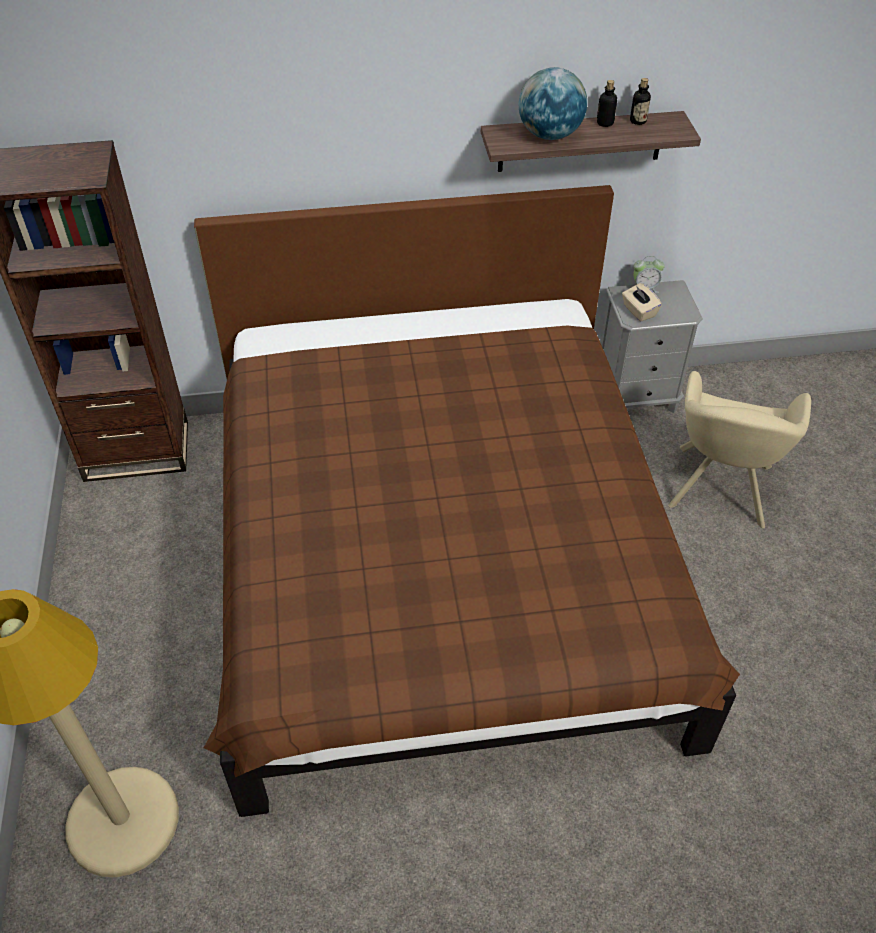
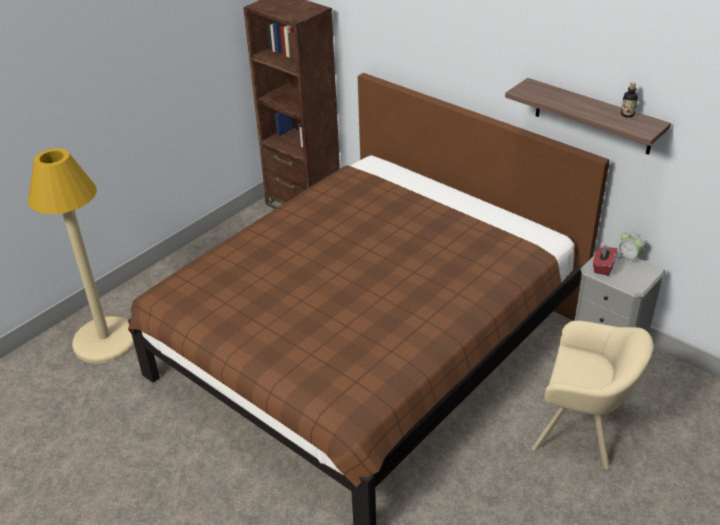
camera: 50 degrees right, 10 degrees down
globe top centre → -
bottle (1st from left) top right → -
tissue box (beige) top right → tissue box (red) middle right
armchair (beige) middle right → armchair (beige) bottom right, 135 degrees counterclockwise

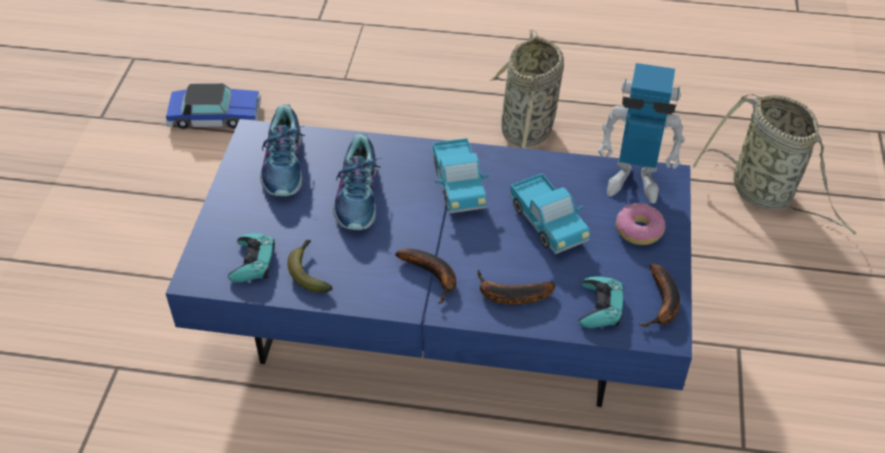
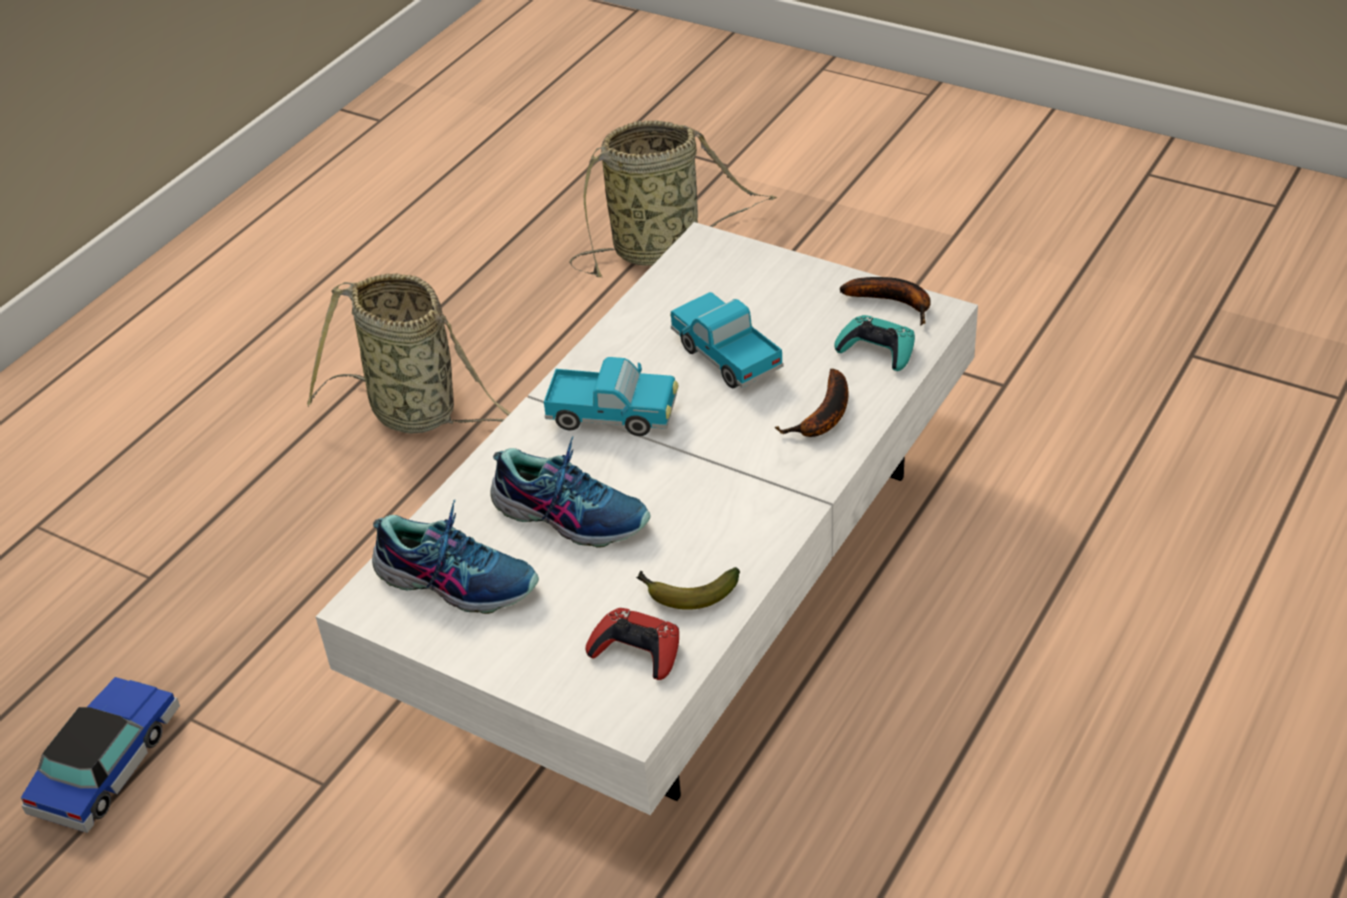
camera: 65 degrees left, 5 degrees down
toy robot top right → -
coffee table (blue) centre → coffee table (white) centre
toy truck (2nd from left) centre, 120 degrees counterclockwise
donut middle right → -
game controller (turquoise) (1st from left) middle left → game controller (red) bottom centre
banana (2nd from left) centre → -

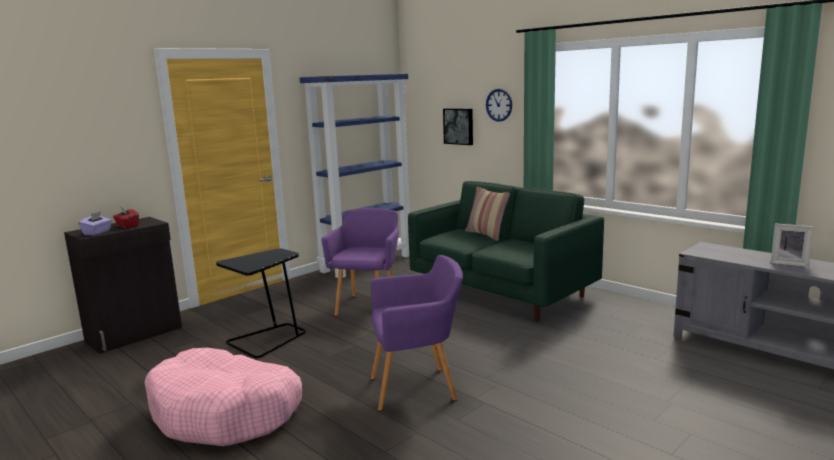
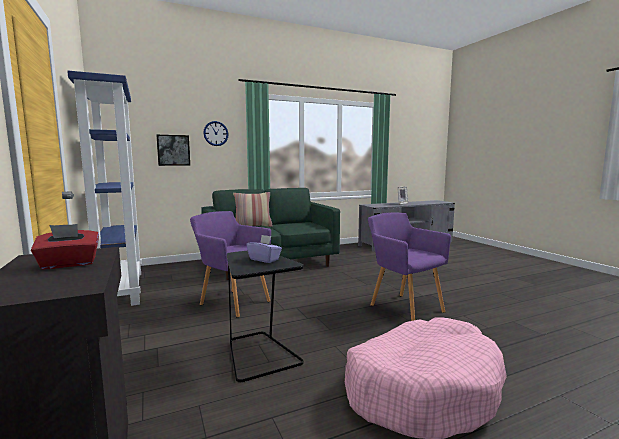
camera: 70 degrees left, 5 degrees down
tissue box (purple) middle left → tissue box (purple) centre, moved
armchair (purple) (2nd from left) bottom centre → armchair (purple) (2nd from left) centre, 45 degrees counterclockwise

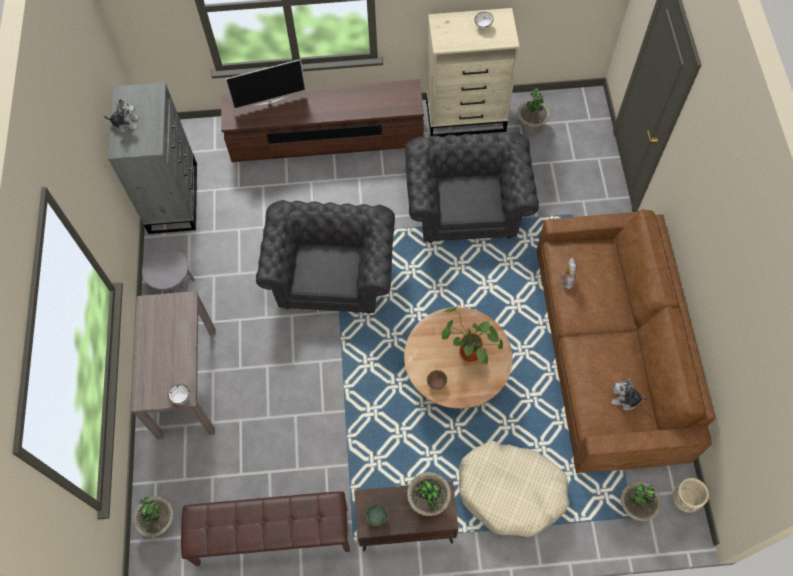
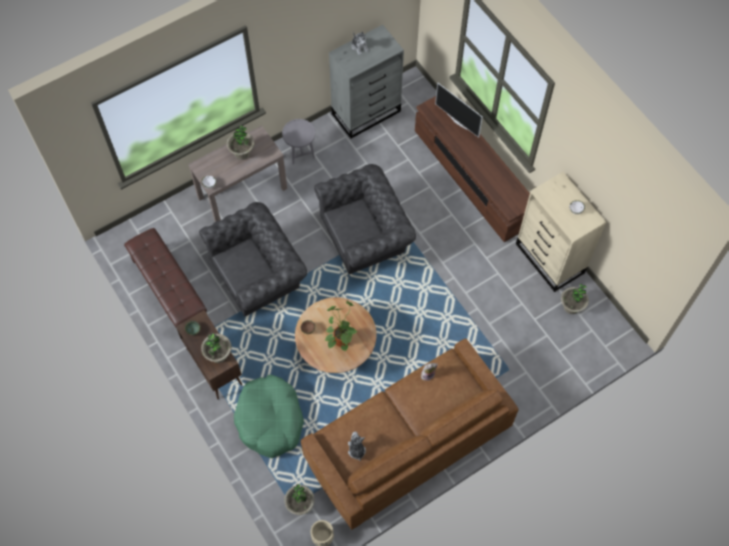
camera: 60 degrees right, 0 degrees up
armchair (grey) (2nd from left in the first image) top centre → armchair (grey) (1st from left) centre, moved
dog bed (beige) bottom centre → dog bed (green) bottom centre
potted plant (1st from left in the first image) bottom left → potted plant (2nd from left) top left, moved

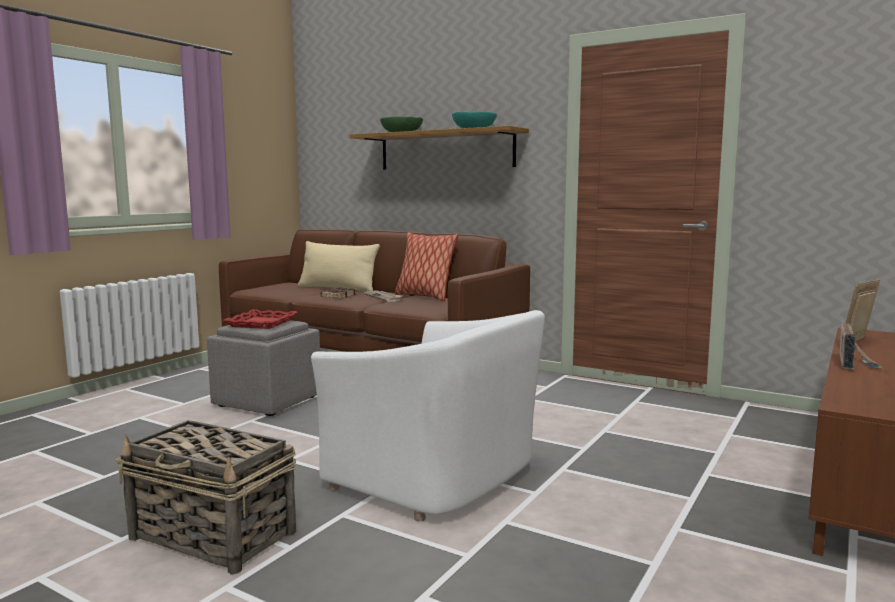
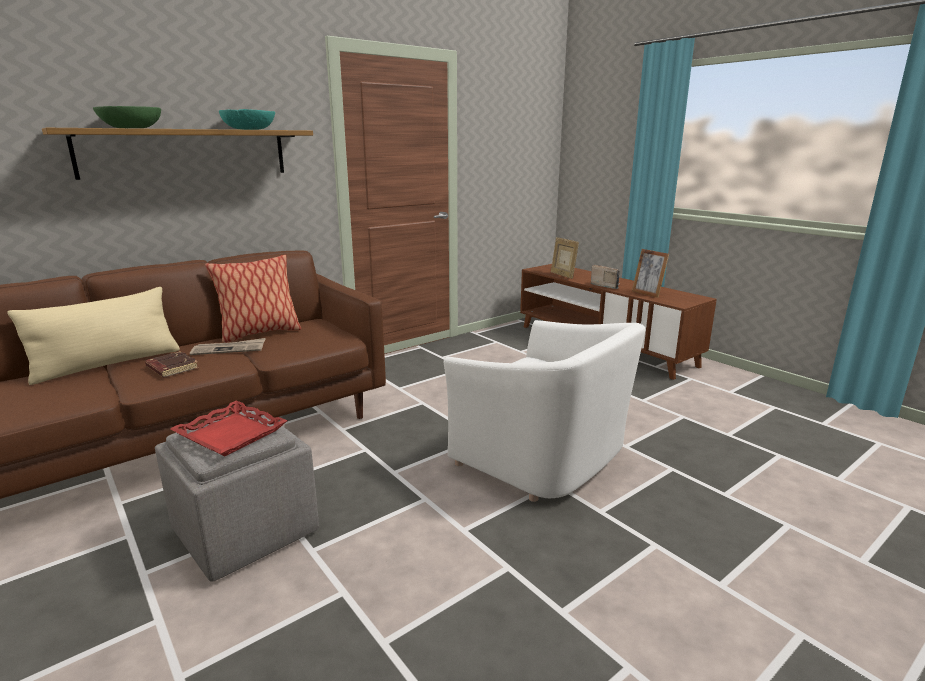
camera: 70 degrees left, 10 degrees up
armchair (white) bottom centre → armchair (white) centre, 75 degrees clockwise
basket bottom left → -
- → picture frame (2nd from left) middle right

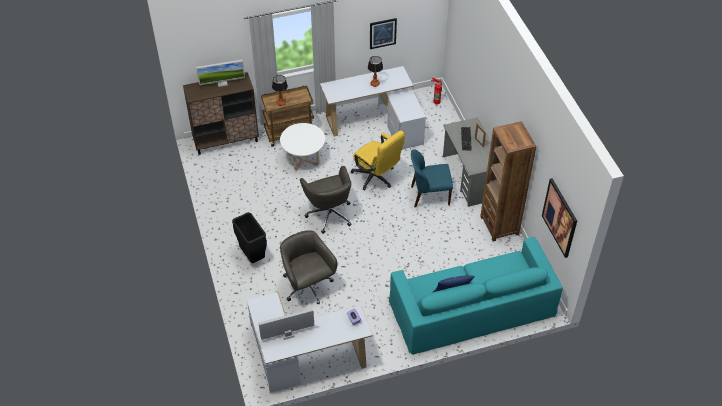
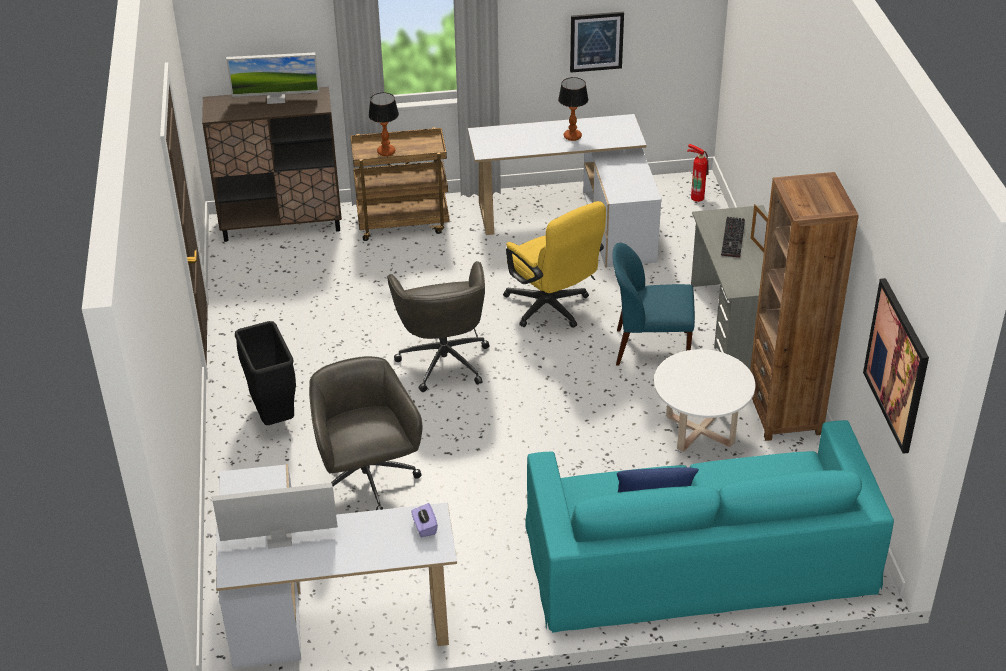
camera: 10 degrees right, 10 degrees down
coffee table (white) centre → coffee table (white) middle right, moved

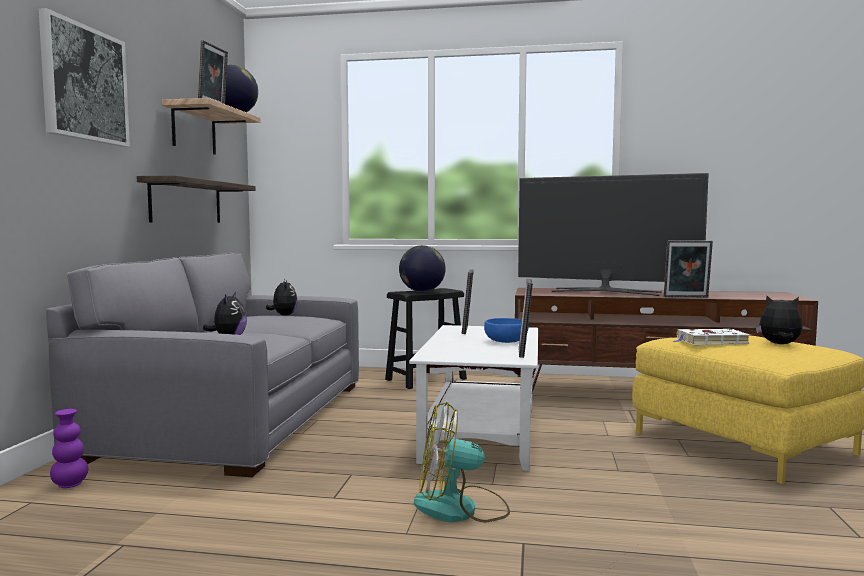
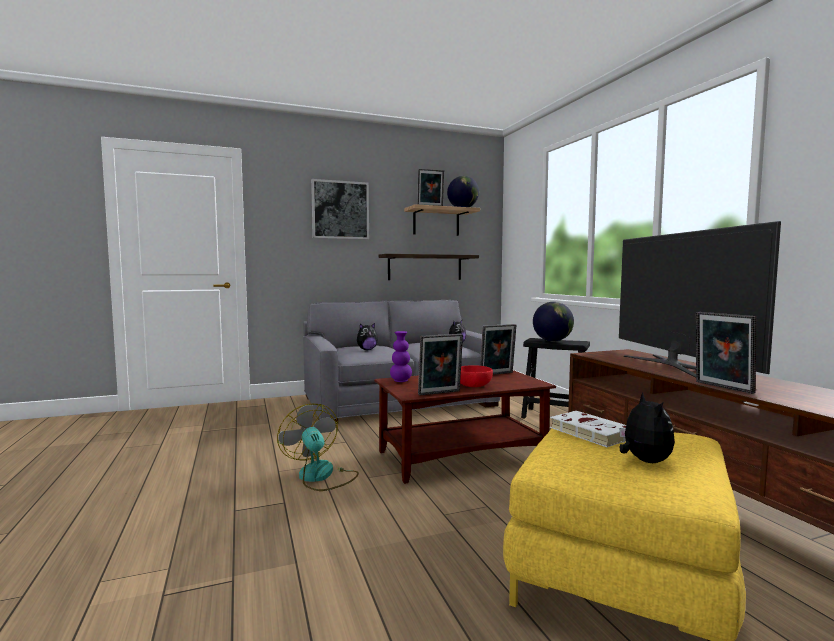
camera: 60 degrees right, 0 degrees up
bowl (blue) centre → bowl (red) centre
coffee table (white) bottom centre → coffee table (brown) centre
vase (purple) bottom left → vase (purple) centre, moved

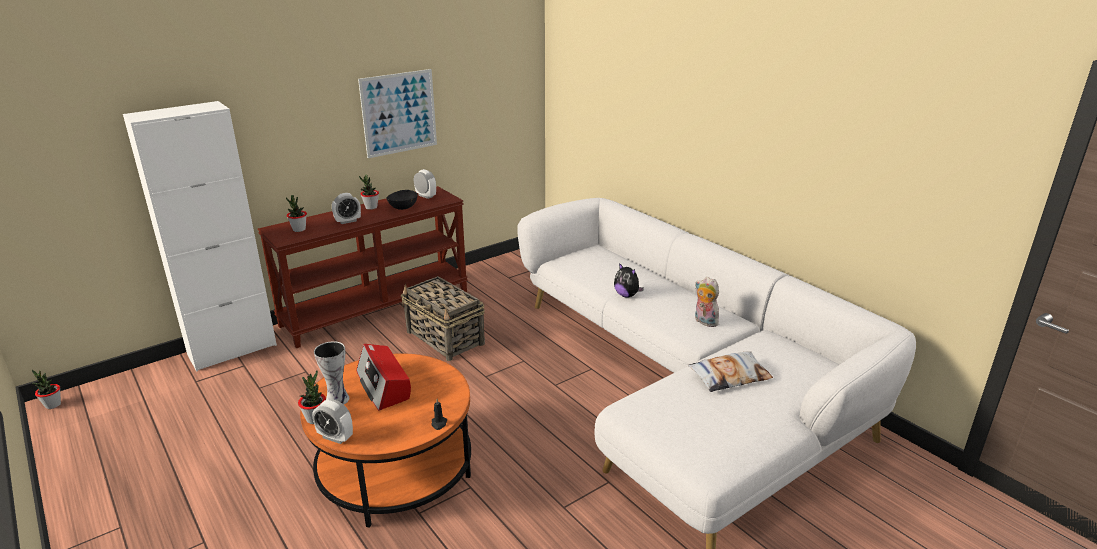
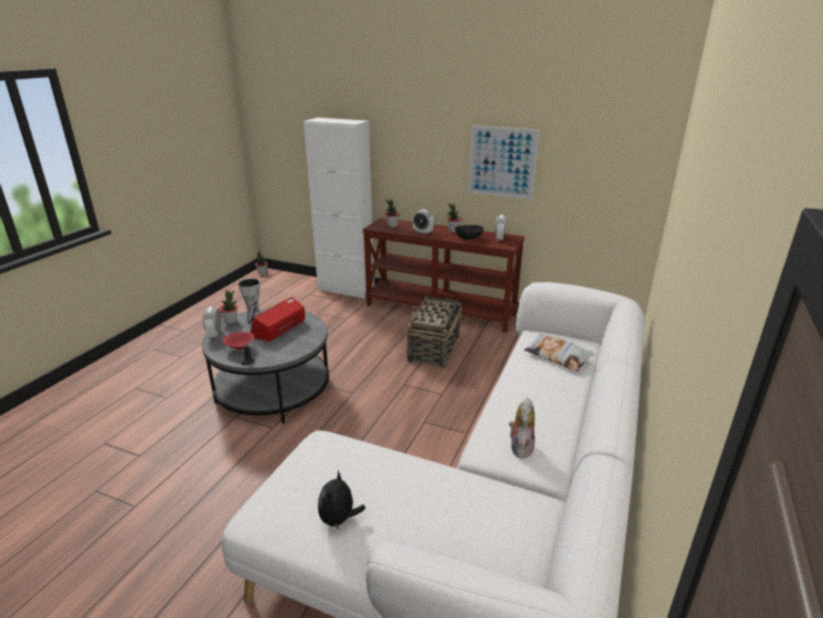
camera: 60 degrees right, 0 degrees up
plush toy (1st from left) centre → plush toy (1st from left) bottom centre, moved
pillow bottom centre → pillow middle right, moved
coffee table (orange) bottom centre → coffee table (grey) middle left
- → bowl (red) middle left

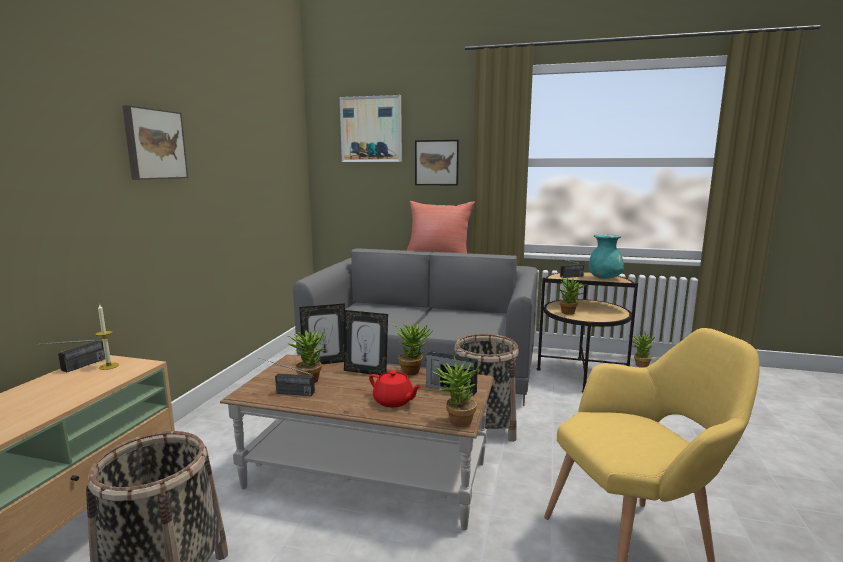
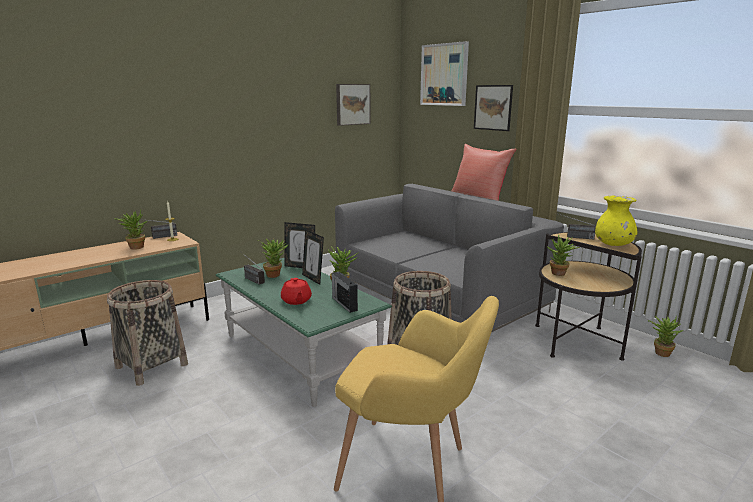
camera: 35 degrees right, 5 degrees up
picture (1st from left) top left → picture (1st from left) top centre, moved
vase (turquoise) middle right → vase (yellow) middle right
coffee table (brown) bottom centre → coffee table (green) centre
potted plant (3rd from left in the first image) bottom centre → potted plant (1st from left) middle left, moved

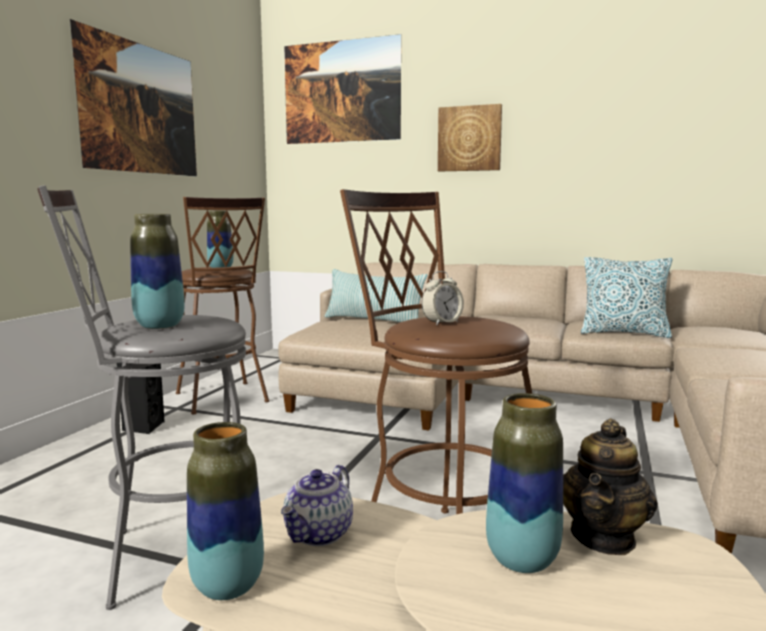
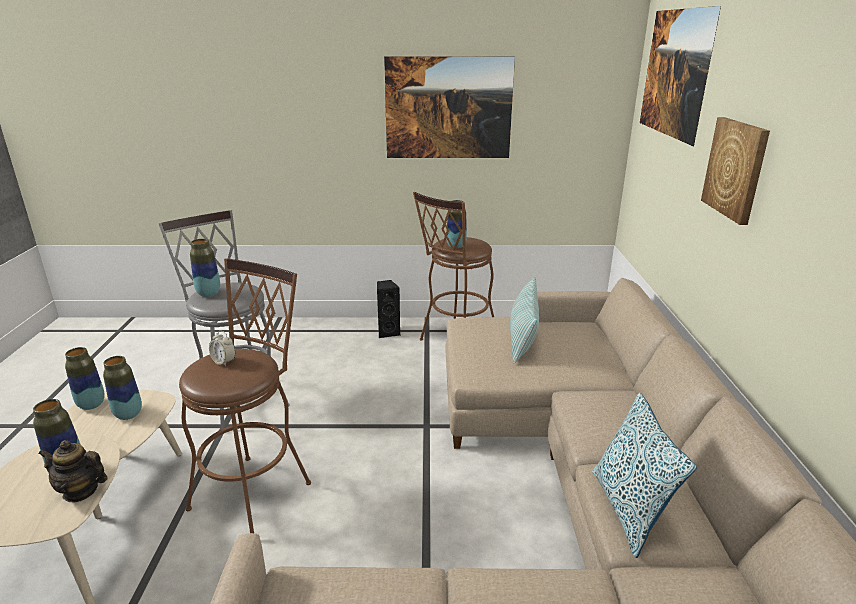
camera: 70 degrees right, 15 degrees up
teapot (1st from left) bottom centre → vase (3rd from left) middle left

